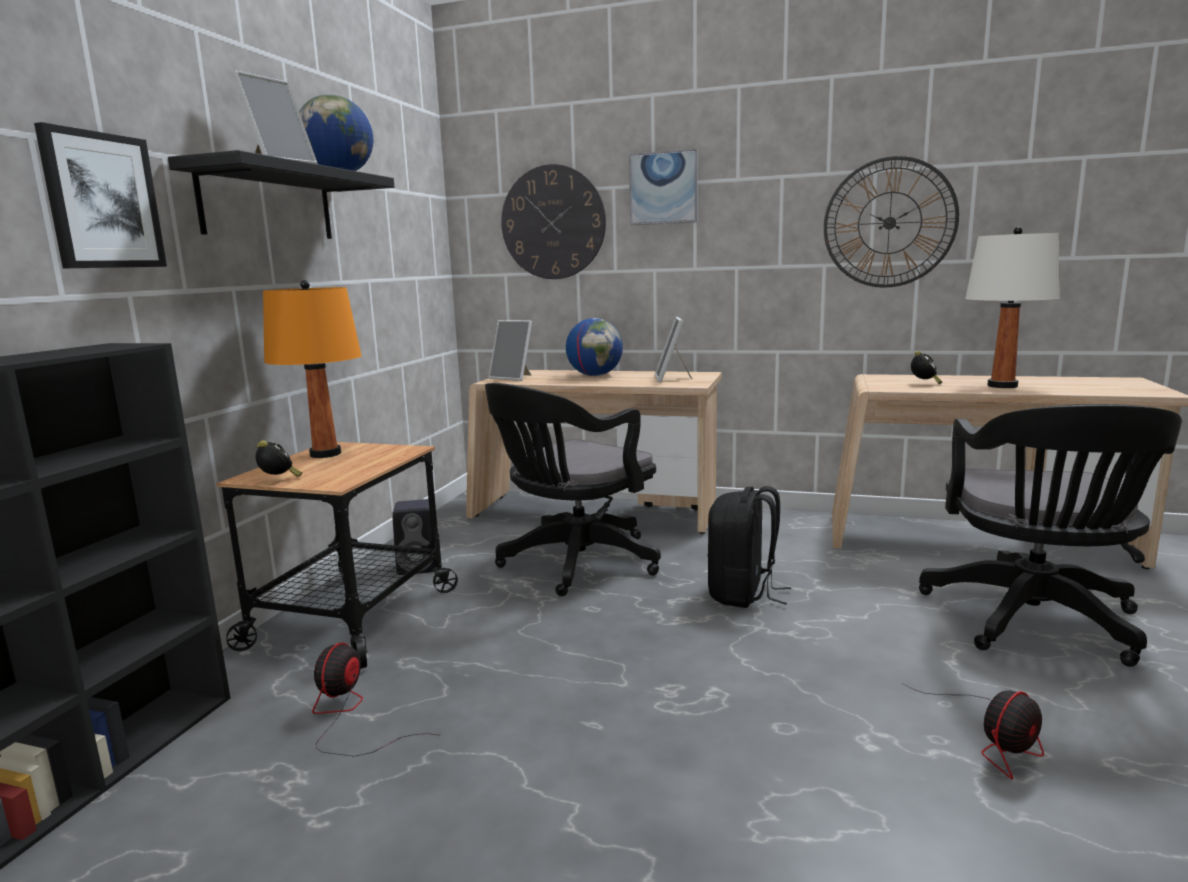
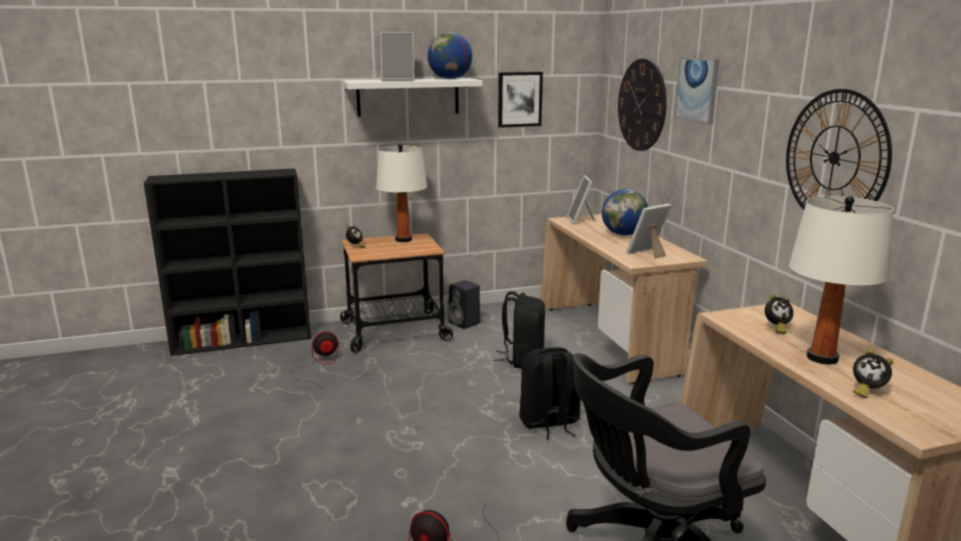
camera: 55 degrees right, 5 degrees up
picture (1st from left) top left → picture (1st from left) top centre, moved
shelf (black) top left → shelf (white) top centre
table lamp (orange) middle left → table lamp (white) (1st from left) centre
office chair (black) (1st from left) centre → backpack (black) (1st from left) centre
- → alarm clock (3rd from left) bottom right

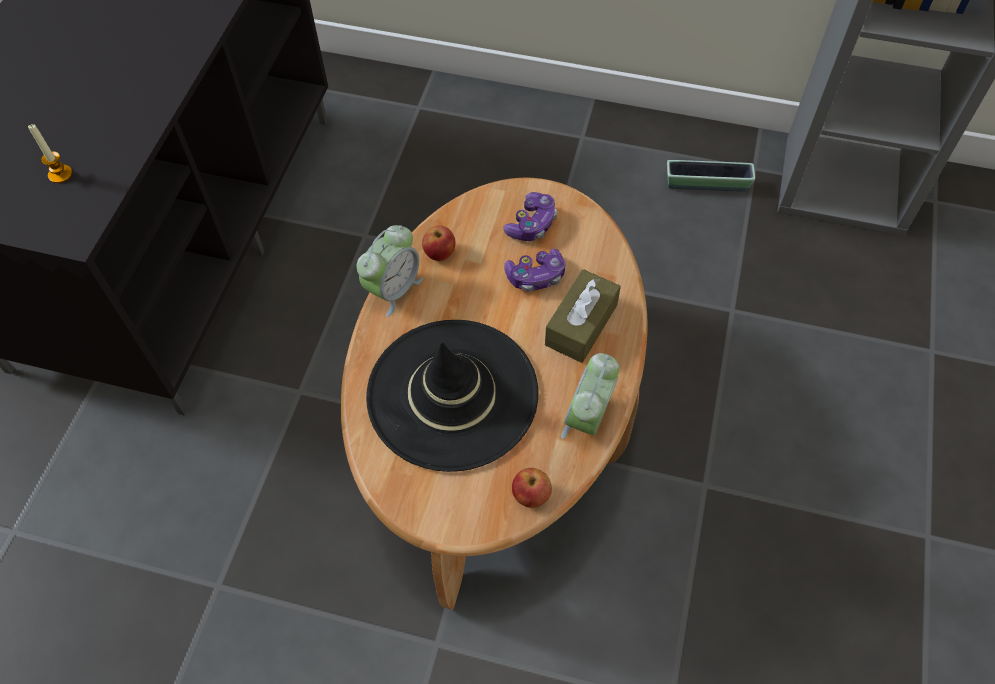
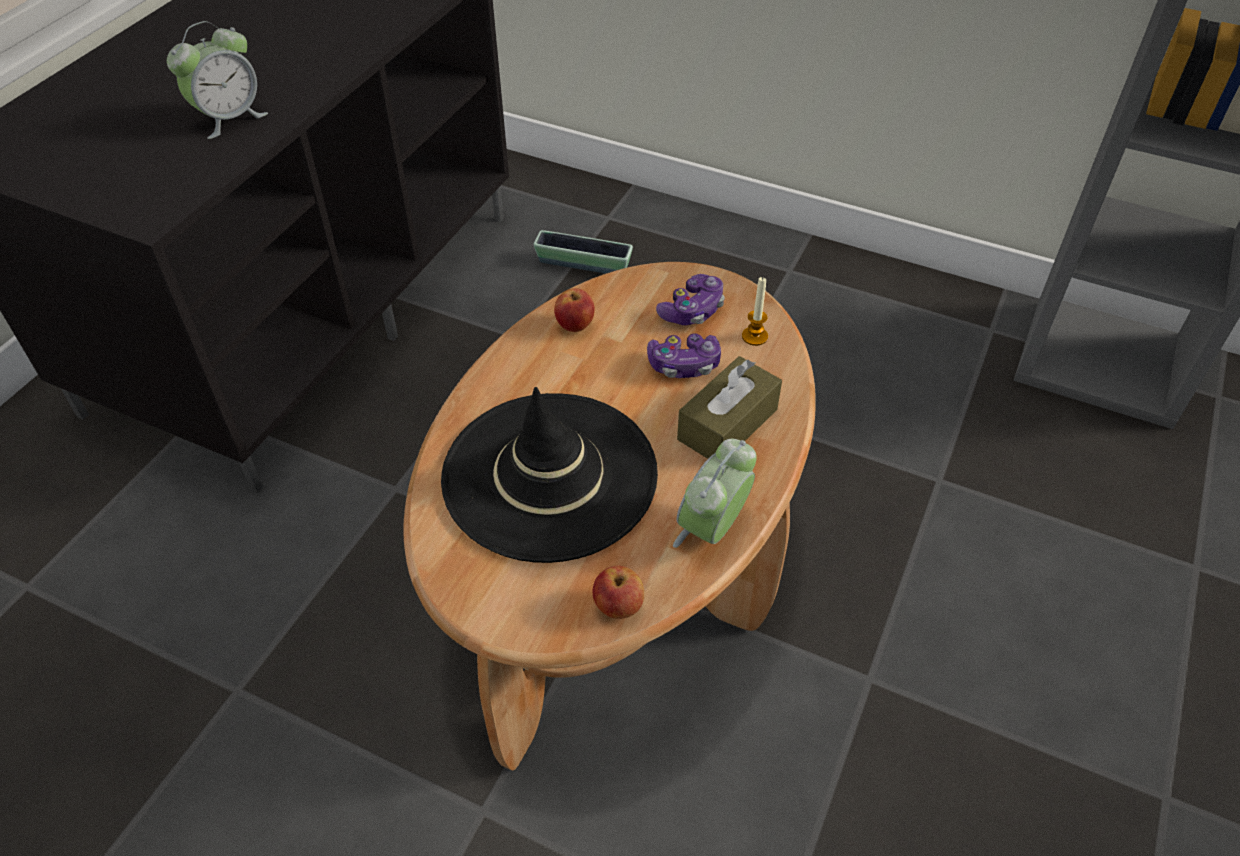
camera: 10 degrees right, 10 degrees down
candle top left → candle centre, moved
planter top right → planter top centre, moved
alarm clock (1st from left) centre → alarm clock (1st from left) top left, moved

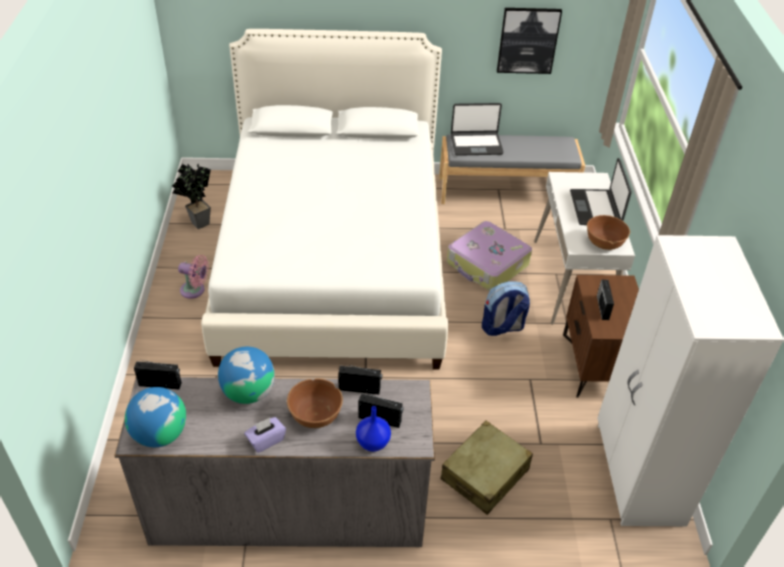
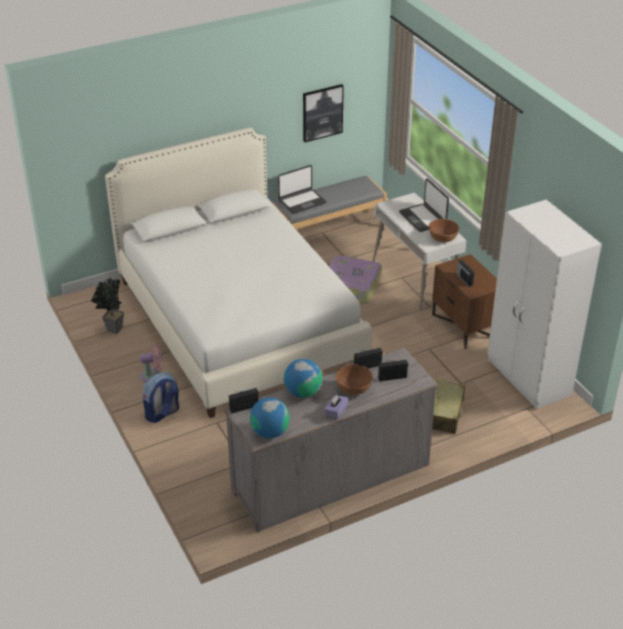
camera: 25 degrees left, 5 degrees down
backpack centre → backpack middle left, moved
vase (blue) bottom centre → -

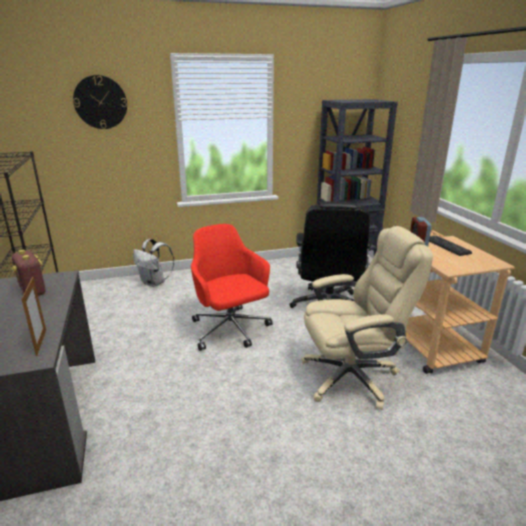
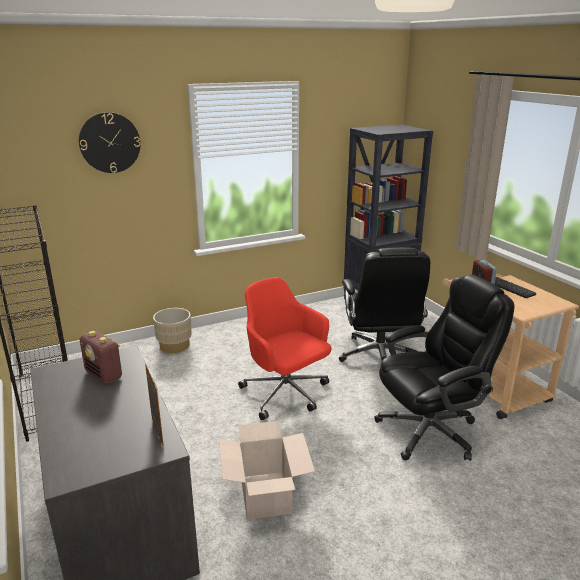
camera: 10 degrees left, 0 degrees up
office chair (beige) middle right → office chair (black) (2nd from left) middle right
backpack (white) middle left → planter (beige) middle left
- → cardboard box bottom centre

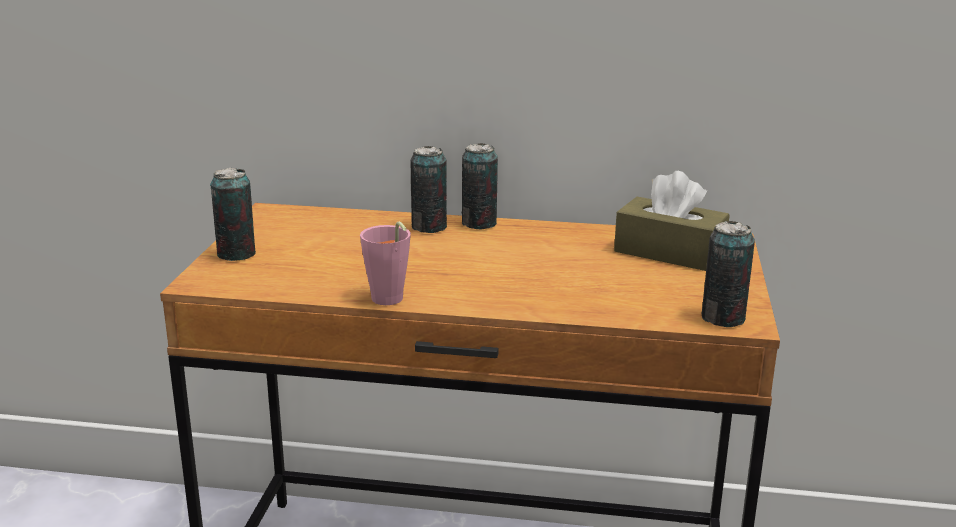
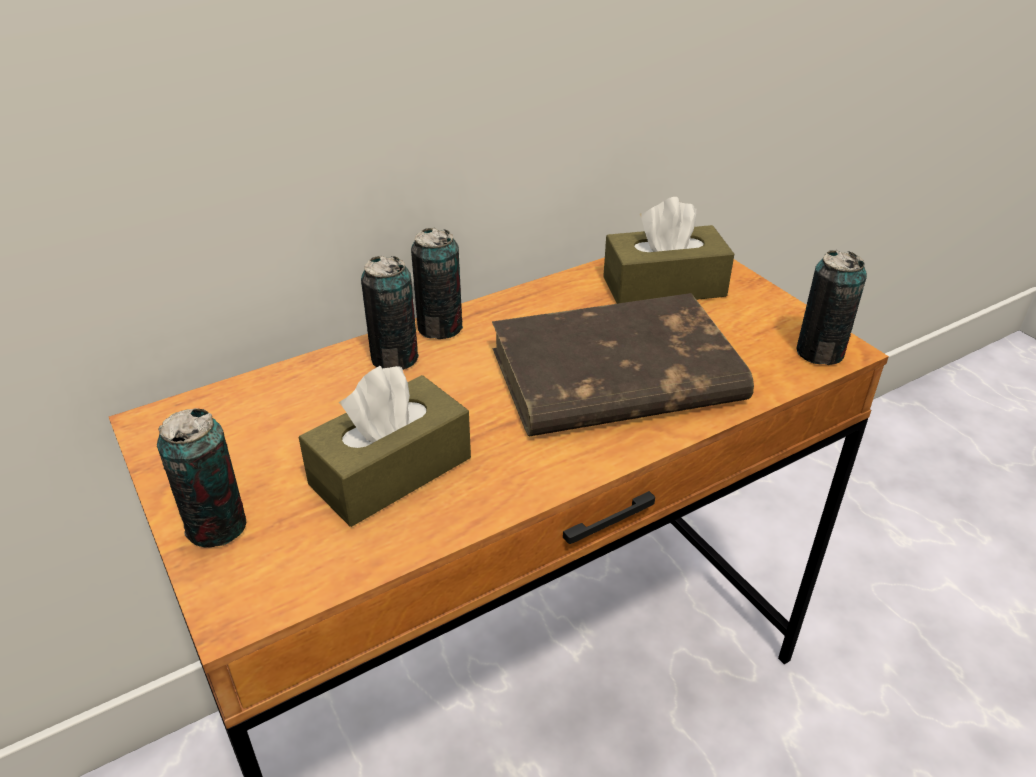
camera: 40 degrees left, 15 degrees up
cup (pink) centre → -
- → book (brown) centre
- → tissue box (brown) (1st from left) centre

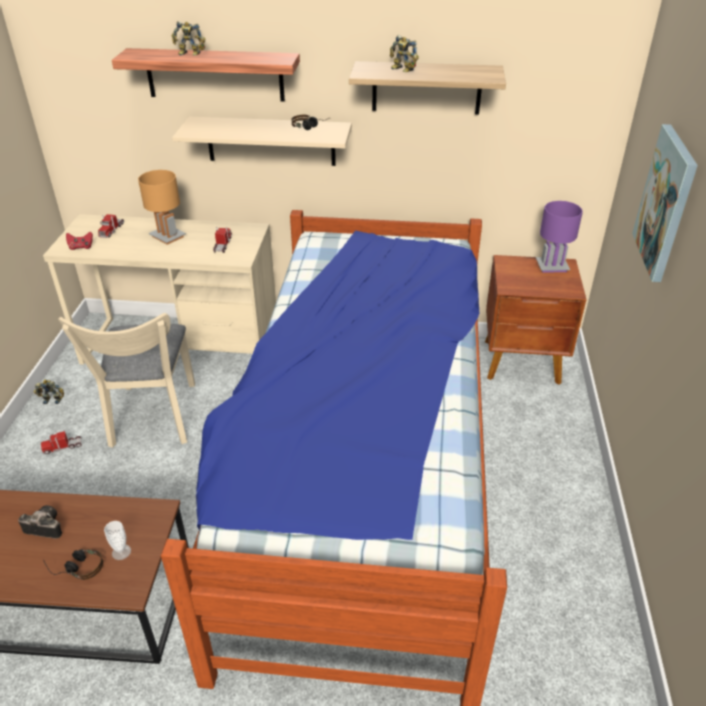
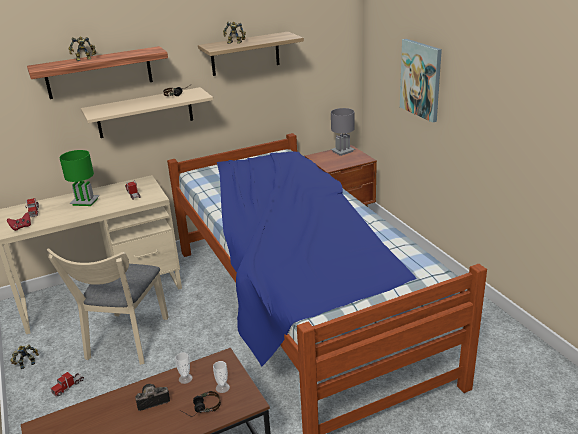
camera: 30 degrees left, 10 degrees down
table lamp (brown) top left → table lamp (green) middle left
table lamp (purple) middle right → table lamp (grey) top centre
chair (beige) middle left → chair (beige) bottom left, 45 degrees clockwise
- → cup (1st from left) bottom left

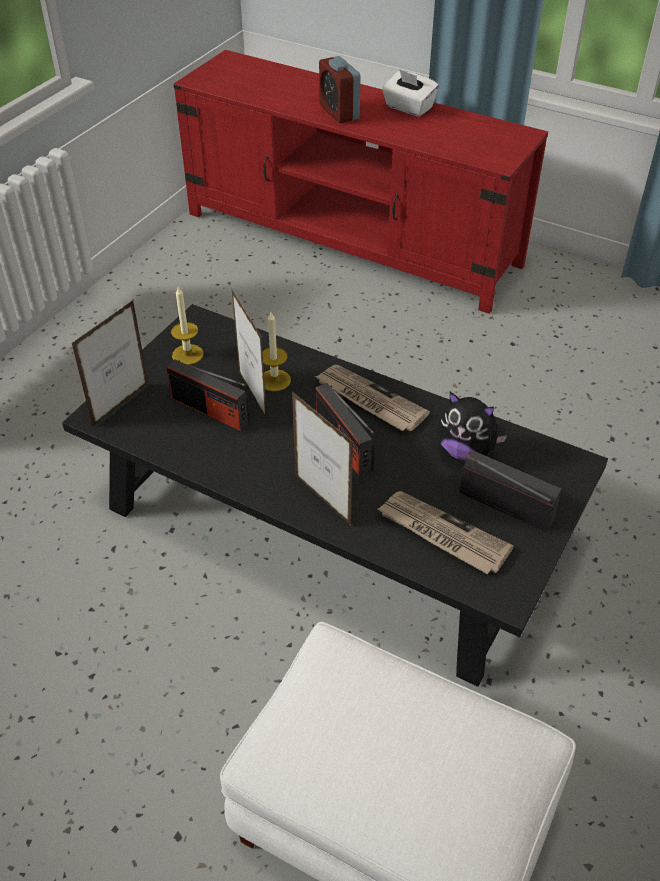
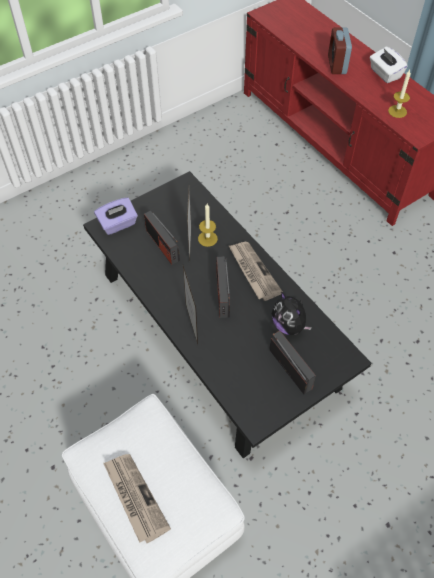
camera: 25 degrees right, 10 degrees up
candle (1st from left in the first image) middle left → candle (2nd from left) top right, moved
picture frame (1st from left) middle left → tissue box (purple) middle left
newspaper (2nd from left in the first image) middle right → newspaper (1st from left) bottom left, moved

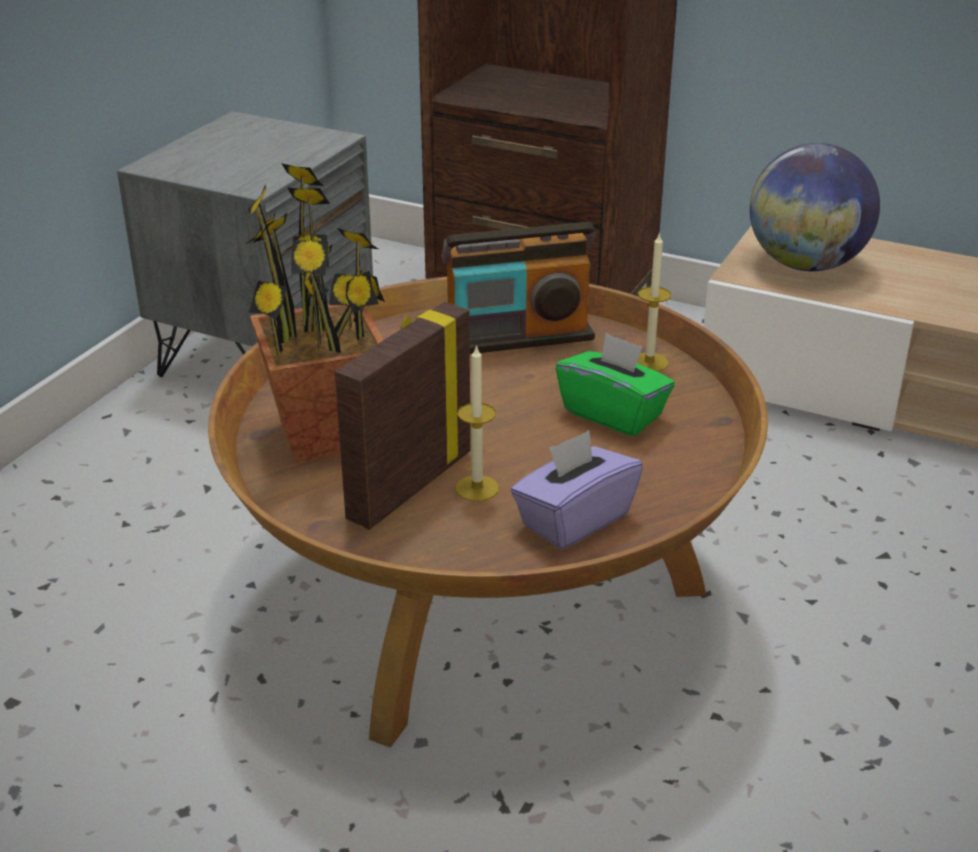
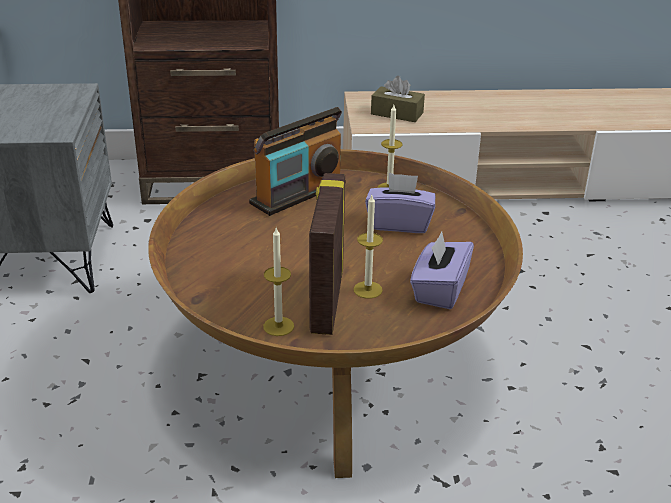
camera: 30 degrees left, 0 degrees up
globe top right → tissue box (brown) top centre
potted plant middle left → -
tissue box (green) centre → tissue box (purple) (1st from left) centre
- → candle (1st from left) centre

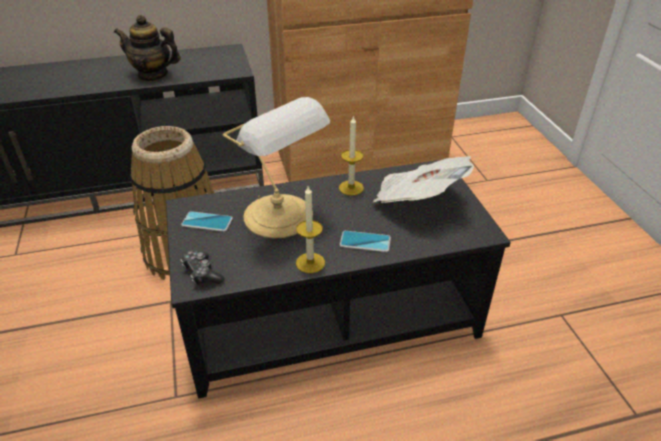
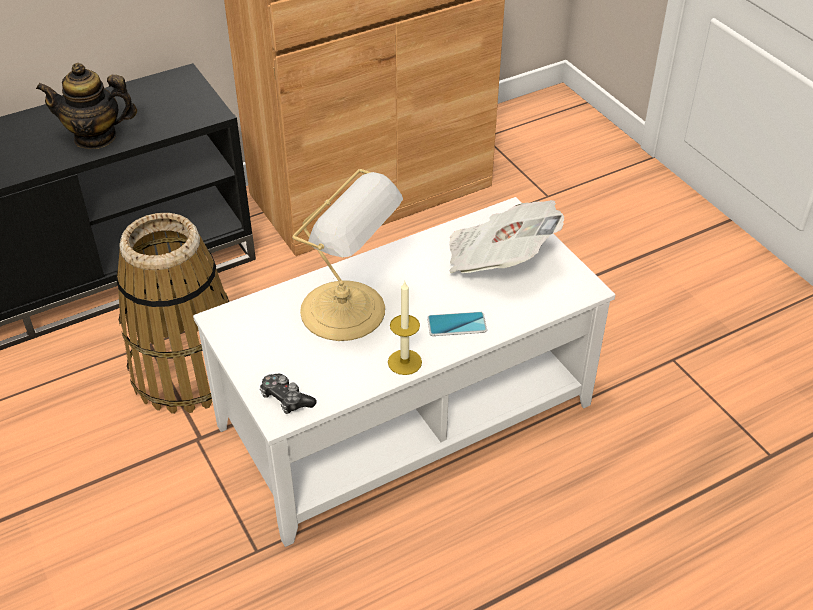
camera: 15 degrees left, 5 degrees up
candle (2nd from left) centre → -
coffee table (black) centre → coffee table (white) centre
phone (1st from left) middle left → -

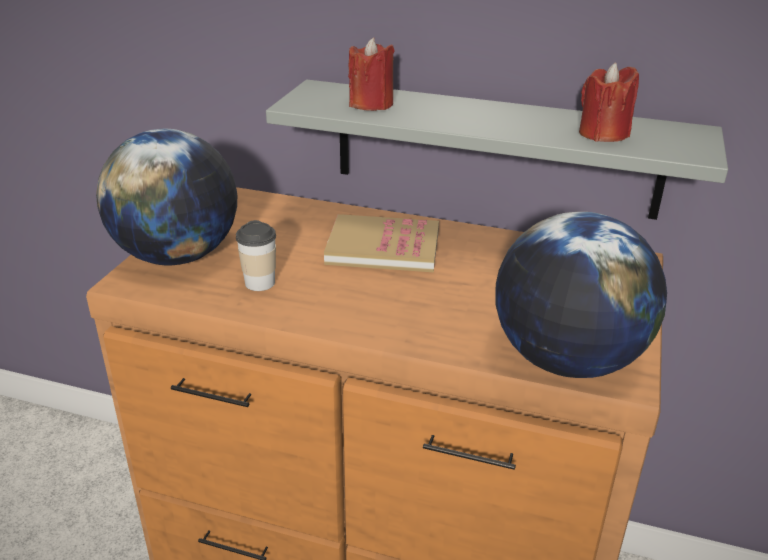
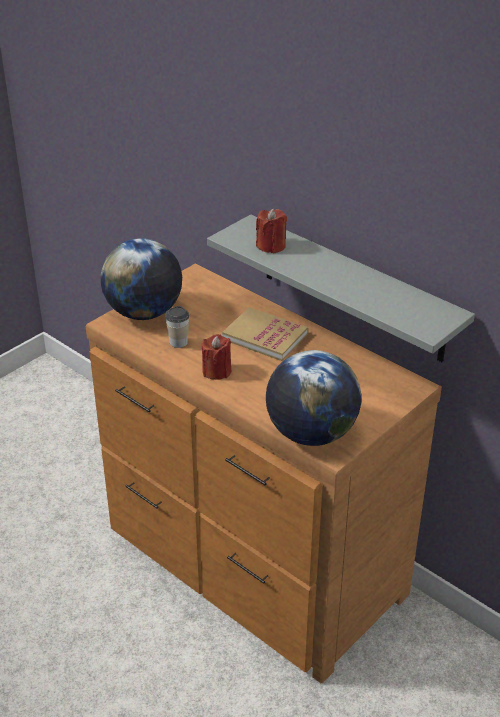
camera: 25 degrees right, 5 degrees up
candle (red) (2nd from left in the first image) top right → candle (red) (1st from left) centre, moved

